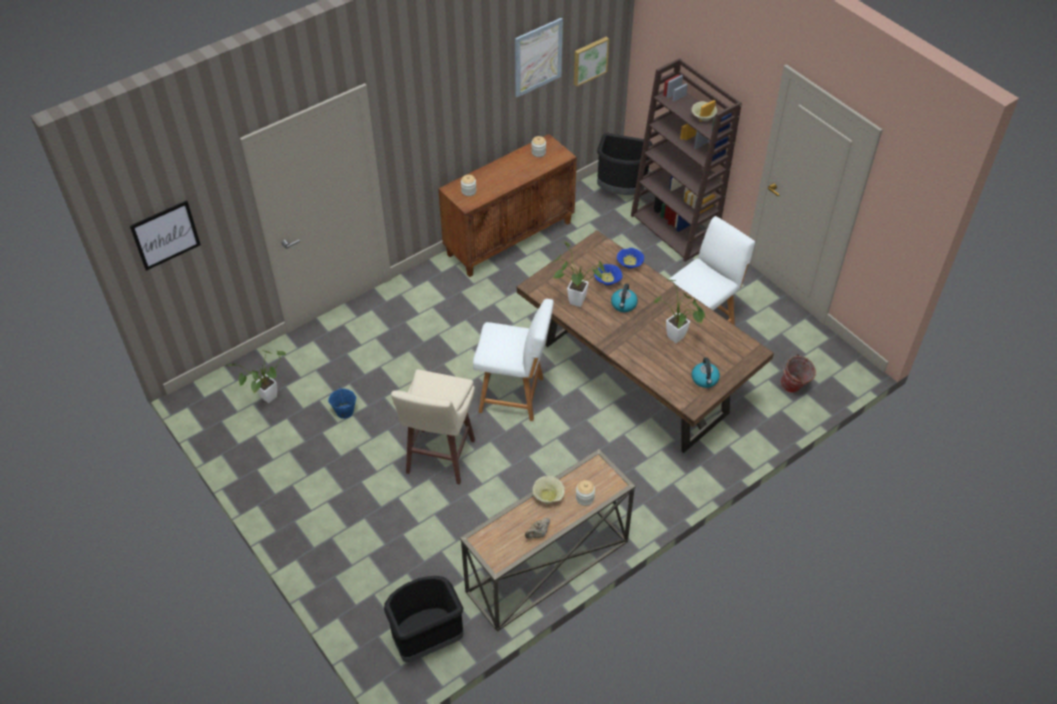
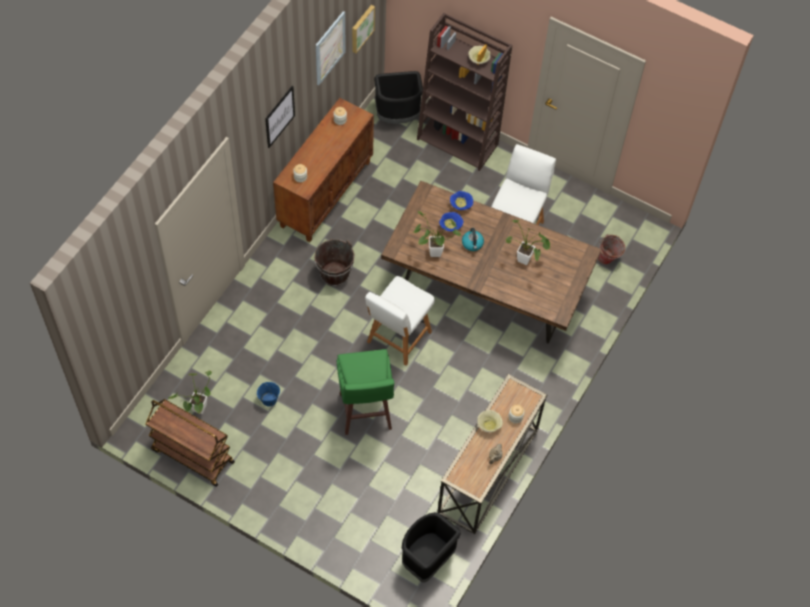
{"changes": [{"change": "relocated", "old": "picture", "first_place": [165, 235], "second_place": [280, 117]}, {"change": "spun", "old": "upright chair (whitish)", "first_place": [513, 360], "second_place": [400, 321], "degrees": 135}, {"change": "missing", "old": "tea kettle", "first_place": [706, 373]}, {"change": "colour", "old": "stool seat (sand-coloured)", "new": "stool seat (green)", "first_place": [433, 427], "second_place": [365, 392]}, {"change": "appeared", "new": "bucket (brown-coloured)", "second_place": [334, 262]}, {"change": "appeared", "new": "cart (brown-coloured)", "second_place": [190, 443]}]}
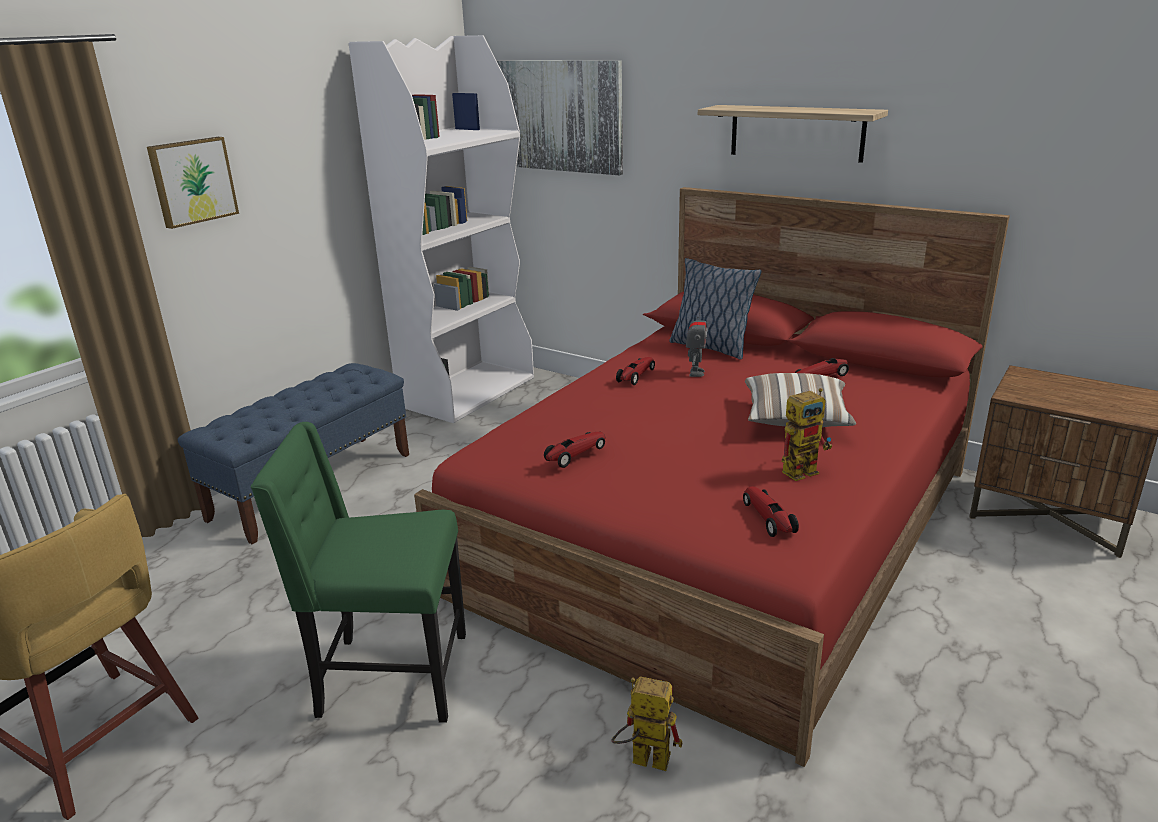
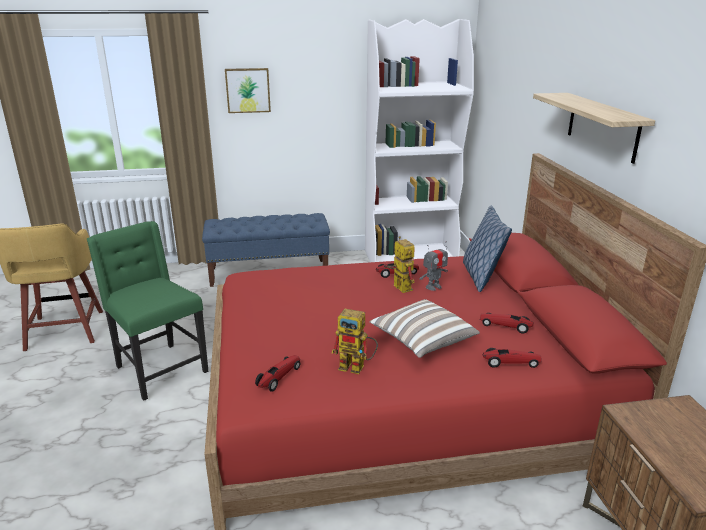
{"changes": [{"change": "missing", "old": "picture", "first_place": [560, 117]}, {"change": "relocated", "old": "miniature car", "first_place": [575, 450], "second_place": [512, 358]}, {"change": "relocated", "old": "toy robot", "first_place": [647, 724], "second_place": [399, 264]}]}
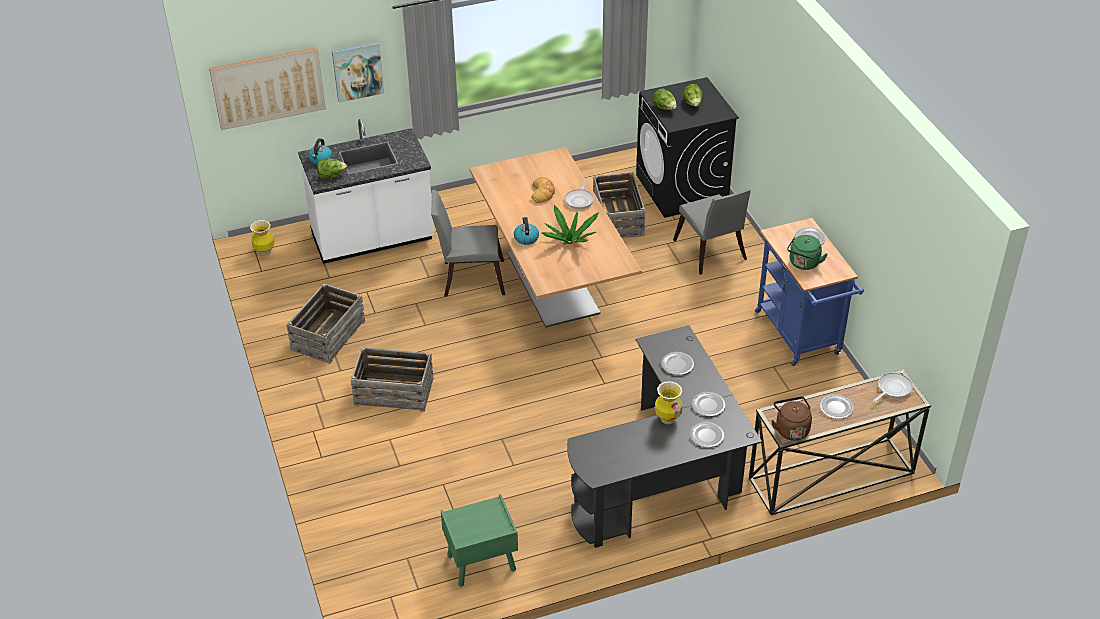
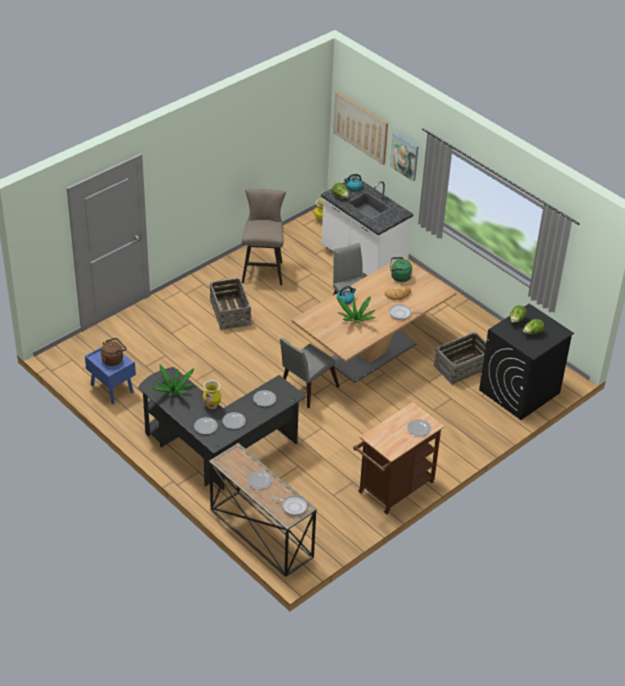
{"changes": [{"change": "relocated", "old": "upright chair (greyish)", "first_place": [712, 232], "second_place": [310, 373]}, {"change": "colour", "old": "cart (bluish)", "new": "cart (brown-coloured)", "first_place": [809, 292], "second_place": [398, 458]}, {"change": "relocated", "old": "tea kettle (green)", "first_place": [807, 252], "second_place": [401, 269]}, {"change": "exchanged", "old": "crate", "new": "stool seat (sand-coloured)", "first_place": [326, 323], "second_place": [264, 237]}, {"change": "relocated", "old": "tea kettle (brown-coloured)", "first_place": [791, 418], "second_place": [114, 352]}, {"change": "colour", "old": "bedside table (green)", "new": "bedside table (bluish)", "first_place": [479, 540], "second_place": [110, 375]}, {"change": "appeared", "new": "potted plant", "second_place": [173, 380]}]}
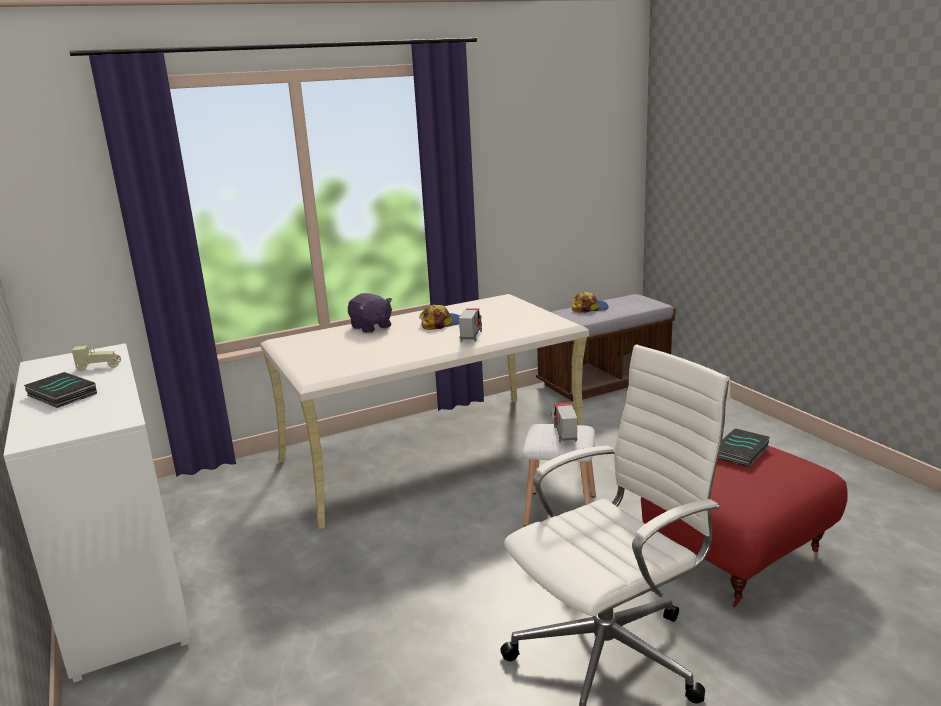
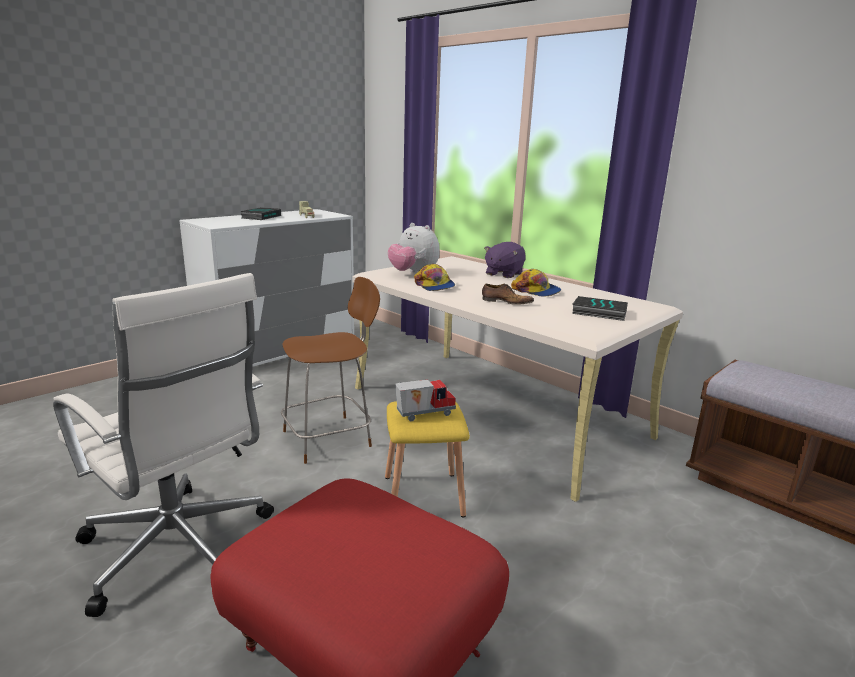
{"changes": [{"change": "relocated", "old": "peaked cap", "first_place": [589, 302], "second_place": [434, 277]}, {"change": "exchanged", "old": "toy truck", "new": "shoe", "first_place": [470, 325], "second_place": [508, 294]}, {"change": "colour", "old": "stool seat (whitish)", "new": "stool seat (yellowish)", "first_place": [559, 475], "second_place": [427, 459]}, {"change": "relocated", "old": "volume", "first_place": [744, 447], "second_place": [600, 308]}, {"change": "appeared", "new": "cuddly toy", "second_place": [414, 248]}, {"change": "appeared", "new": "upright chair (brown-coloured)", "second_place": [330, 370]}]}
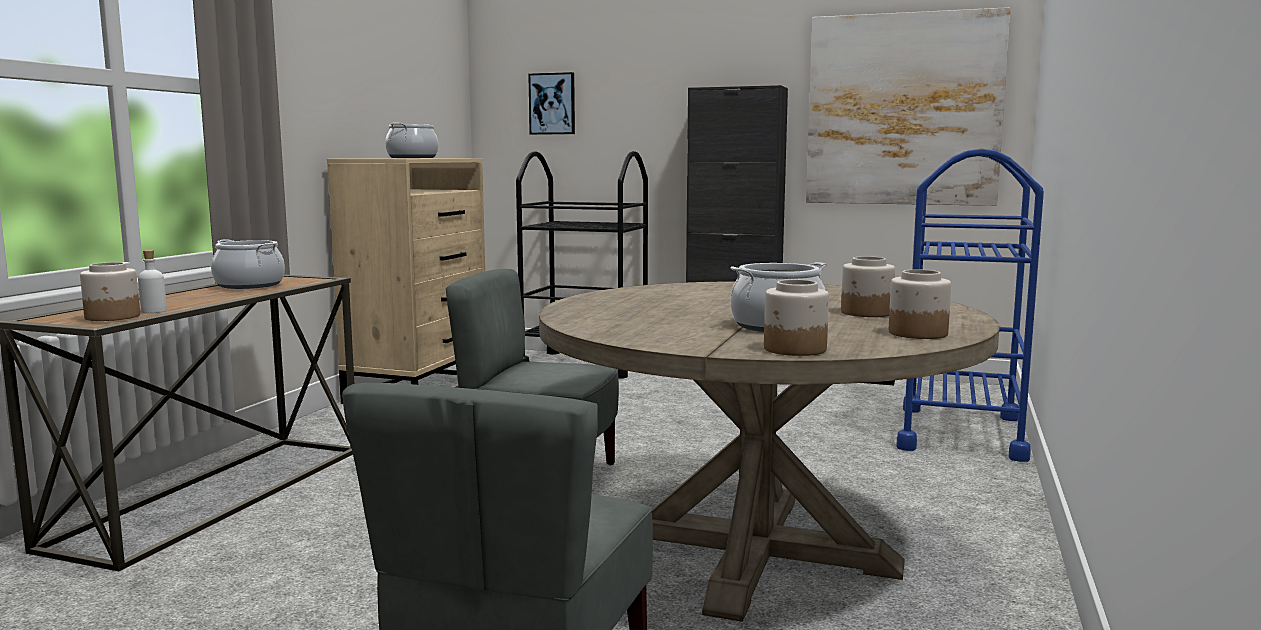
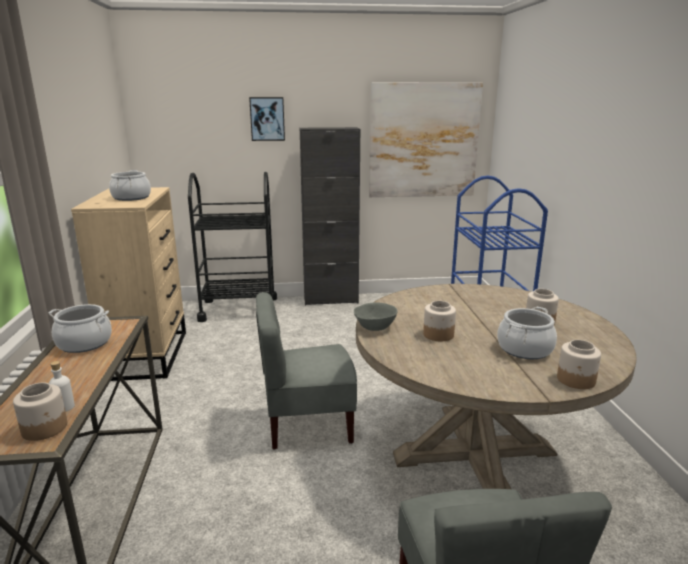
{"changes": [{"change": "relocated", "old": "picture", "first_place": [551, 103], "second_place": [267, 119]}, {"change": "relocated", "old": "preserve jar", "first_place": [920, 304], "second_place": [439, 321]}, {"change": "appeared", "new": "serving bowl (greyish)", "second_place": [376, 317]}]}
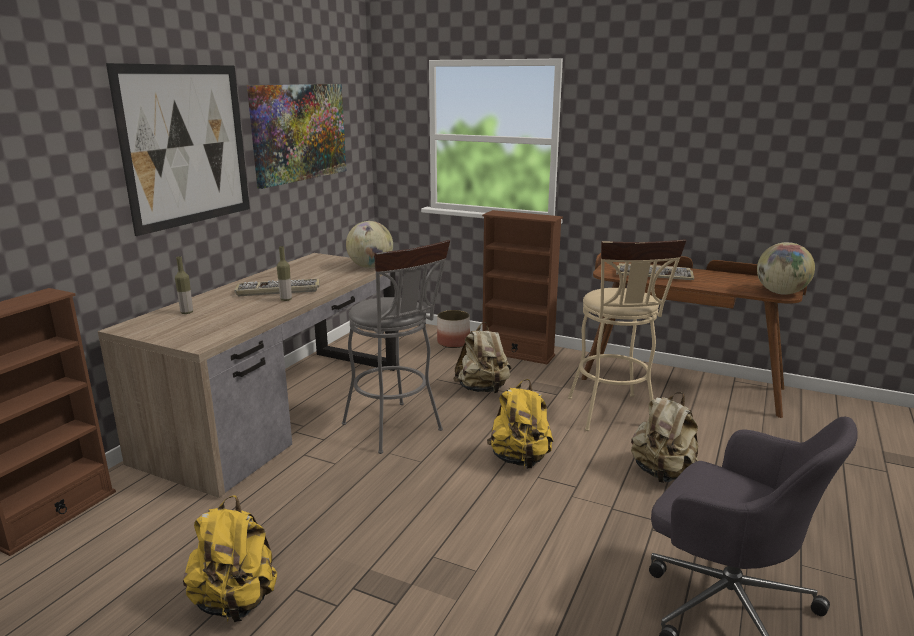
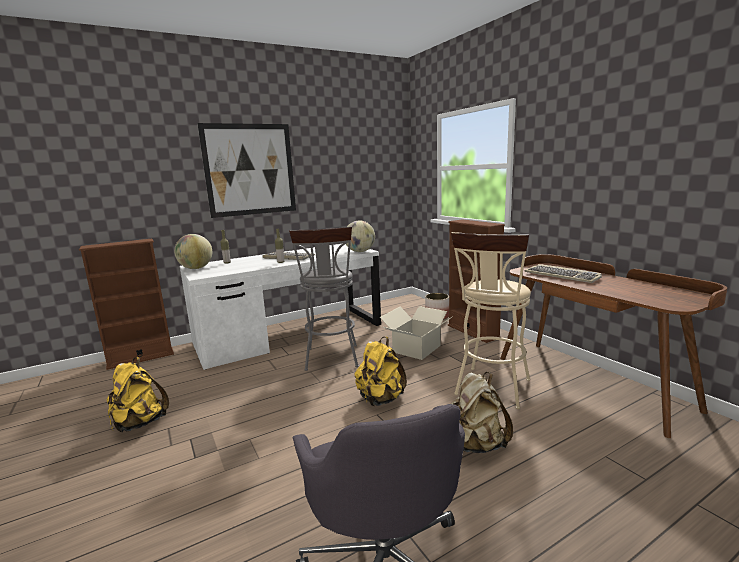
{"changes": [{"change": "missing", "old": "picture", "first_place": [297, 136]}, {"change": "relocated", "old": "globe", "first_place": [786, 268], "second_place": [193, 251]}, {"change": "colour", "old": "desk unit (brown-coloured)", "new": "desk unit (whitish)", "first_place": [247, 375], "second_place": [280, 307]}, {"change": "exchanged", "old": "rucksack (sand-coloured)", "new": "packing box", "first_place": [482, 357], "second_place": [416, 333]}]}
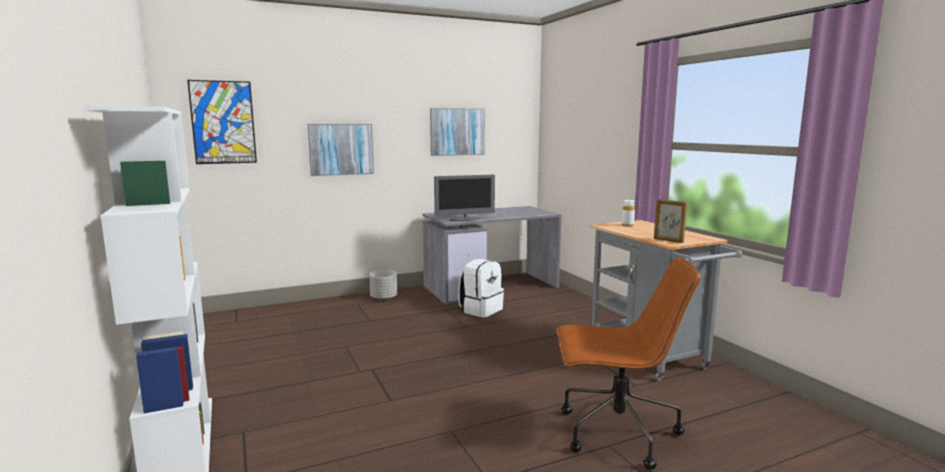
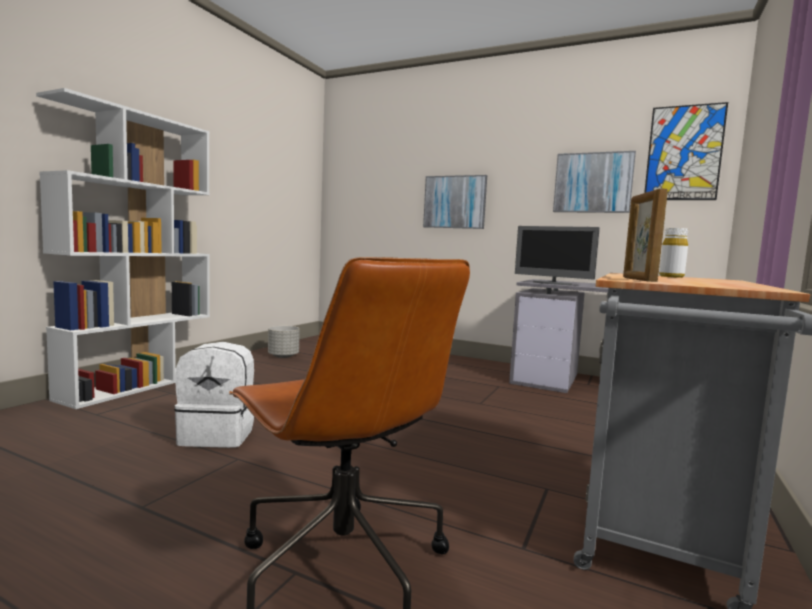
{"changes": [{"change": "relocated", "old": "picture", "first_place": [222, 122], "second_place": [686, 151]}, {"change": "relocated", "old": "rucksack (whitish)", "first_place": [481, 288], "second_place": [214, 395]}, {"change": "relocated", "old": "plant pot (greyish)", "first_place": [383, 285], "second_place": [284, 342]}]}
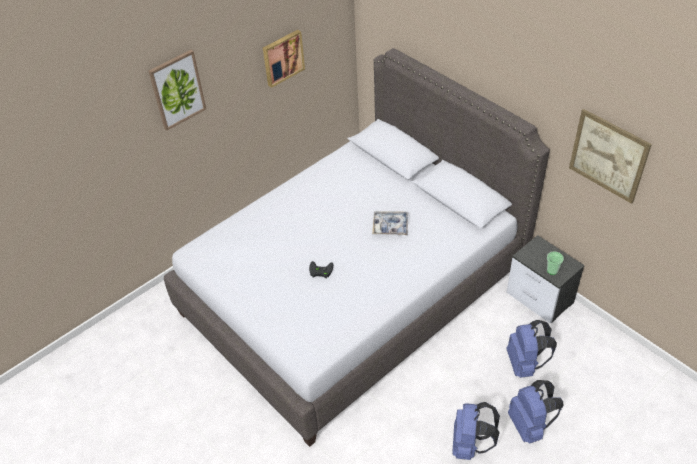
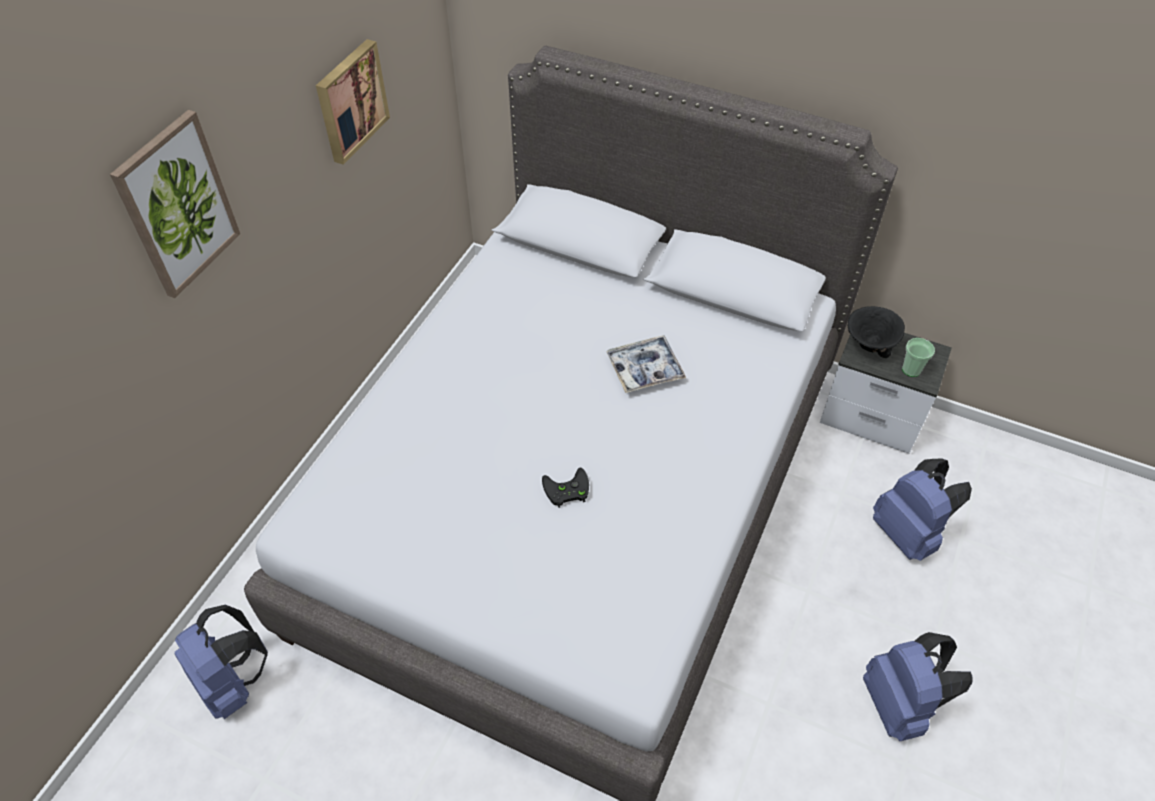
{"changes": [{"change": "missing", "old": "picture", "first_place": [610, 156]}, {"change": "relocated", "old": "rucksack (bluish)", "first_place": [535, 412], "second_place": [221, 662]}, {"change": "appeared", "new": "serving bowl (black)", "second_place": [876, 332]}]}
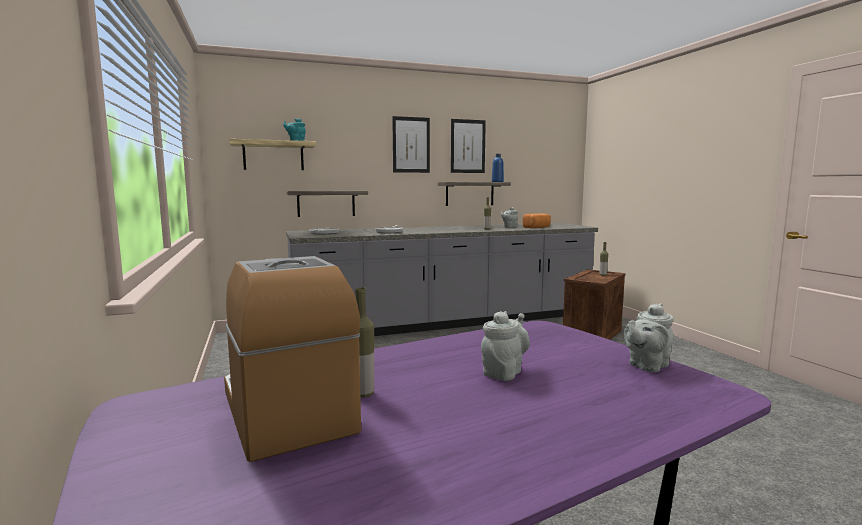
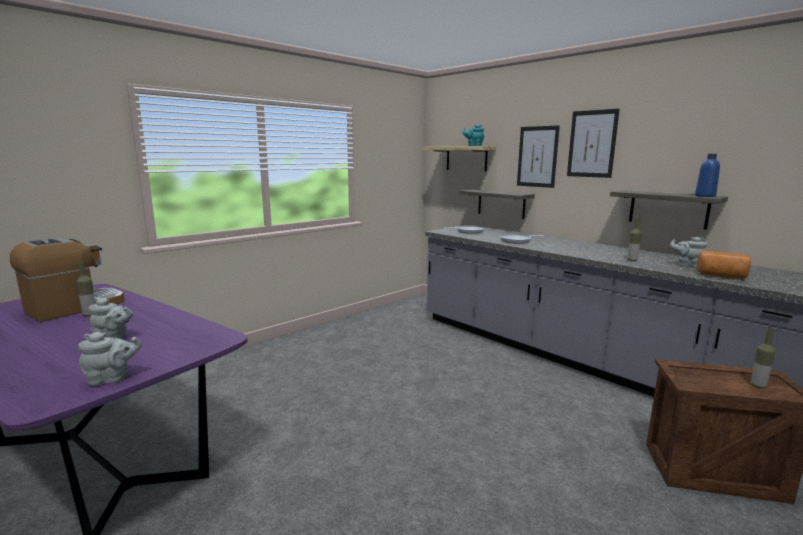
{"changes": [{"change": "relocated", "old": "picture", "first_place": [468, 146], "second_place": [538, 156]}, {"change": "spun", "old": "tea pot (greyish)", "first_place": [649, 337], "second_place": [110, 359], "degrees": 135}]}
